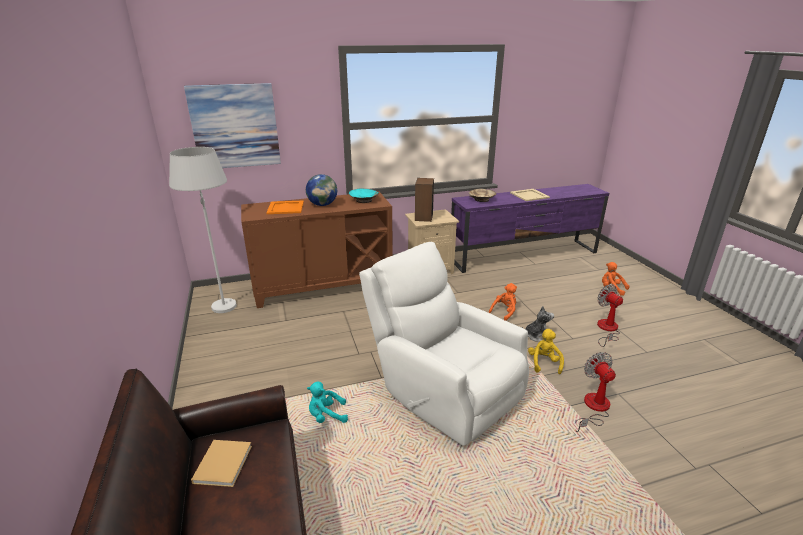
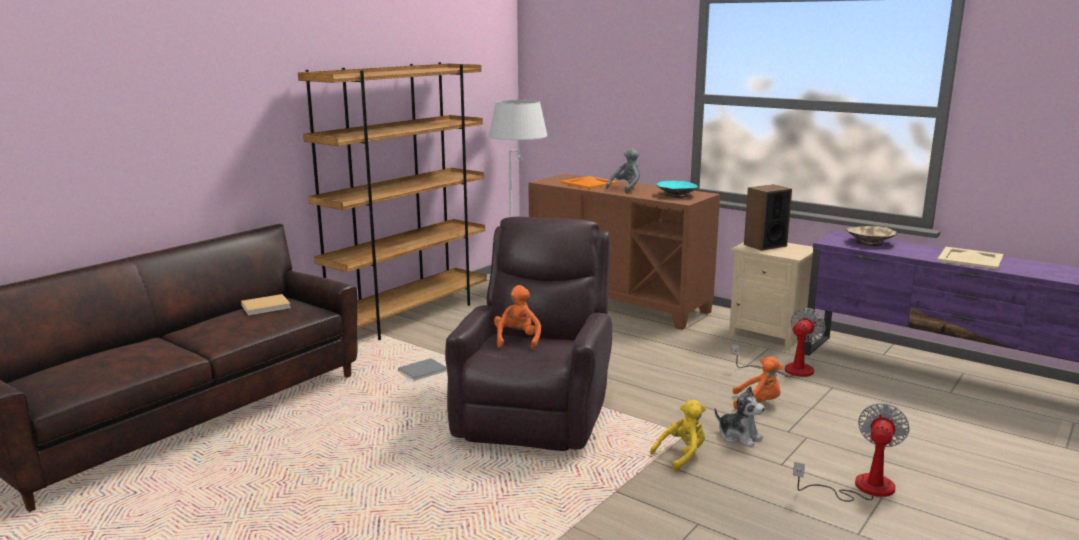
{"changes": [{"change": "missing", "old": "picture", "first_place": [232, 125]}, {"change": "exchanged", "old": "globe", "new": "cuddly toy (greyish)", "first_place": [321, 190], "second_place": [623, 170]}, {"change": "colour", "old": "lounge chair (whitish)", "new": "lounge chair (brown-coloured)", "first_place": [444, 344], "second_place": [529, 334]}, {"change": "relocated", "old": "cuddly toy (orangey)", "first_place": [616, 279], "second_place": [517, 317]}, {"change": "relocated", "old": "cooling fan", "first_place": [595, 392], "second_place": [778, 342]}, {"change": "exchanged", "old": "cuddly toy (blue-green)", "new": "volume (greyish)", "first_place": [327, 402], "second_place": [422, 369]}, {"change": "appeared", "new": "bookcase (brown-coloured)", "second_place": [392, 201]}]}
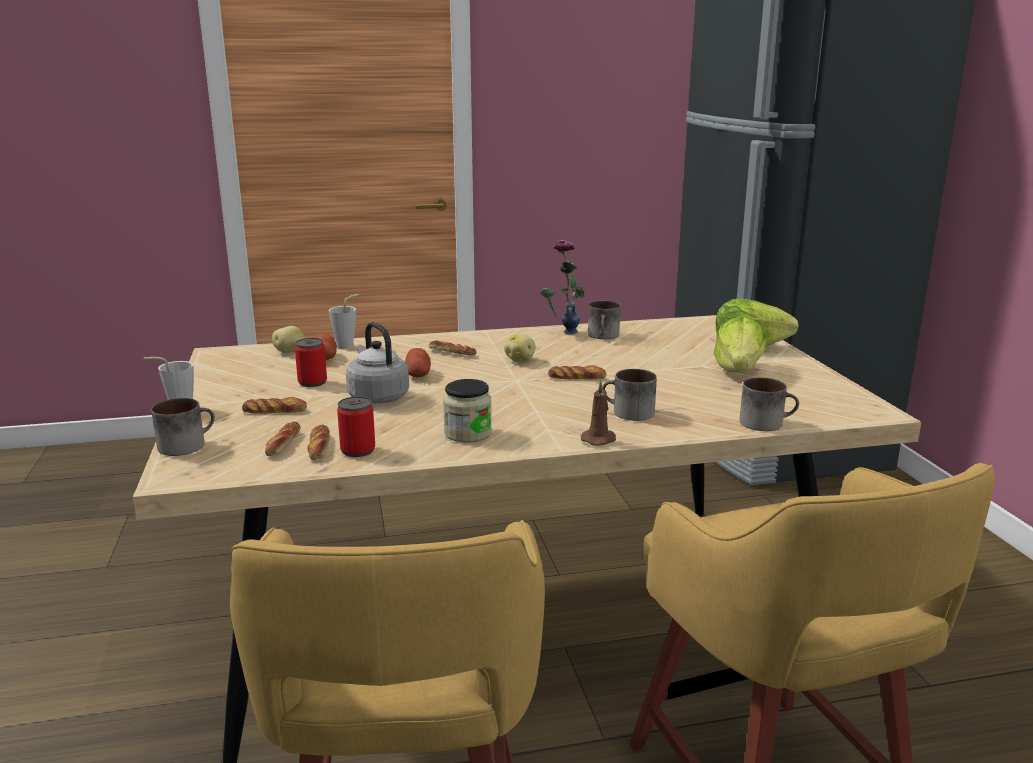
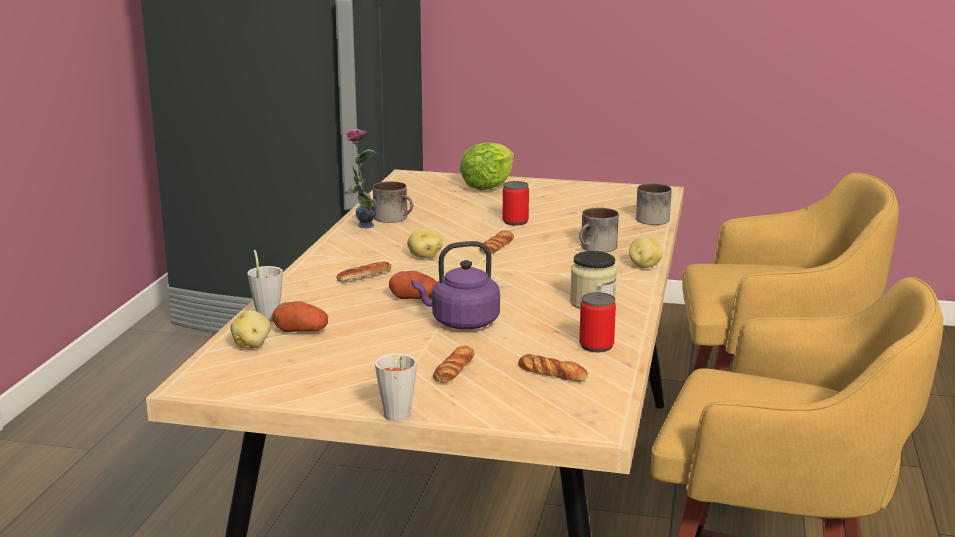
{"changes": [{"change": "missing", "old": "lettuce head", "first_place": [740, 344]}, {"change": "colour", "old": "tea kettle (greyish)", "new": "tea kettle (purple-coloured)", "first_place": [377, 363], "second_place": [455, 285]}, {"change": "relocated", "old": "metal can", "first_place": [311, 362], "second_place": [516, 203]}, {"change": "exchanged", "old": "wax candle (brown-coloured)", "new": "potato", "first_place": [598, 413], "second_place": [646, 252]}, {"change": "missing", "old": "mug", "first_place": [183, 427]}, {"change": "missing", "old": "baked bread", "first_place": [318, 442]}]}
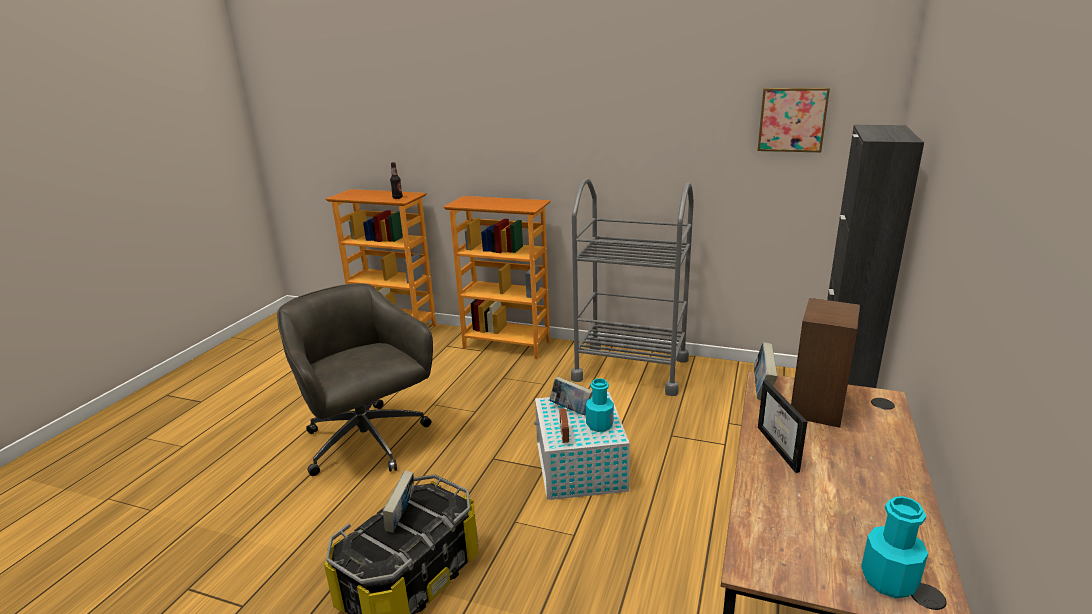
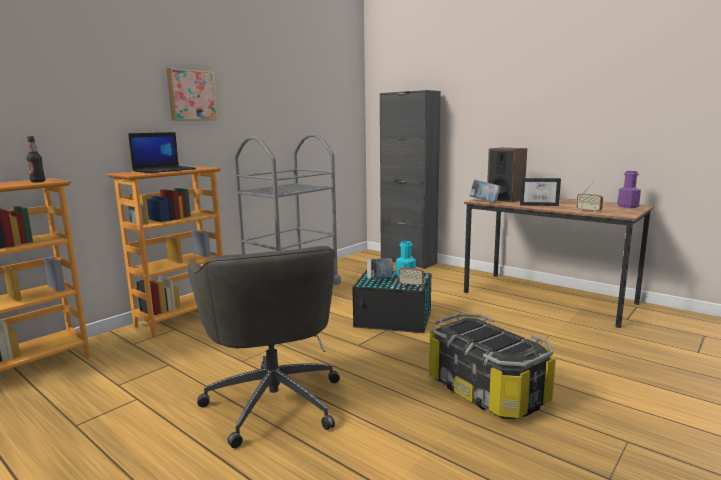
{"changes": [{"change": "relocated", "old": "picture", "first_place": [794, 120], "second_place": [192, 94]}, {"change": "spun", "old": "desk chair (greyish)", "first_place": [355, 379], "second_place": [264, 347], "degrees": -90}, {"change": "colour", "old": "storage bin (whitish)", "new": "storage bin (black)", "first_place": [582, 446], "second_place": [391, 301]}, {"change": "missing", "old": "volume", "first_place": [398, 502]}, {"change": "colour", "old": "bottle (blue-green)", "new": "bottle (purple-coloured)", "first_place": [894, 547], "second_place": [629, 189]}, {"change": "appeared", "new": "notebook computer", "second_place": [162, 152]}, {"change": "appeared", "new": "radio receiver", "second_place": [589, 197]}]}
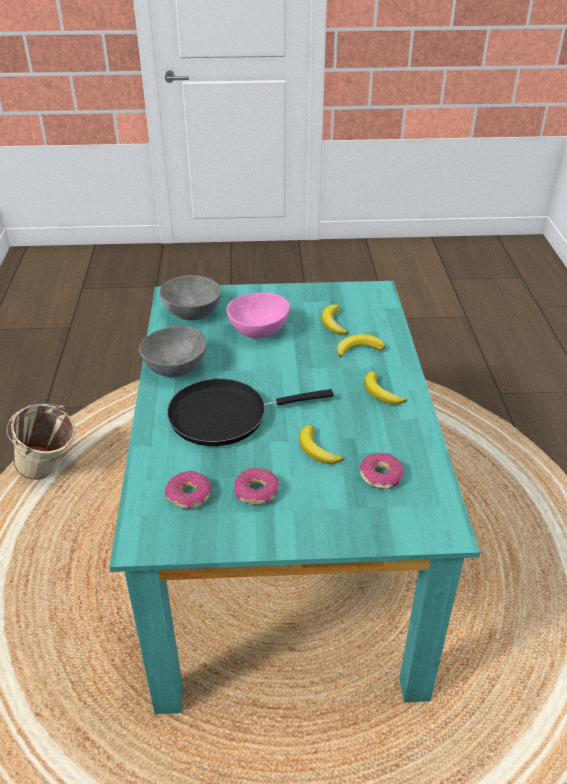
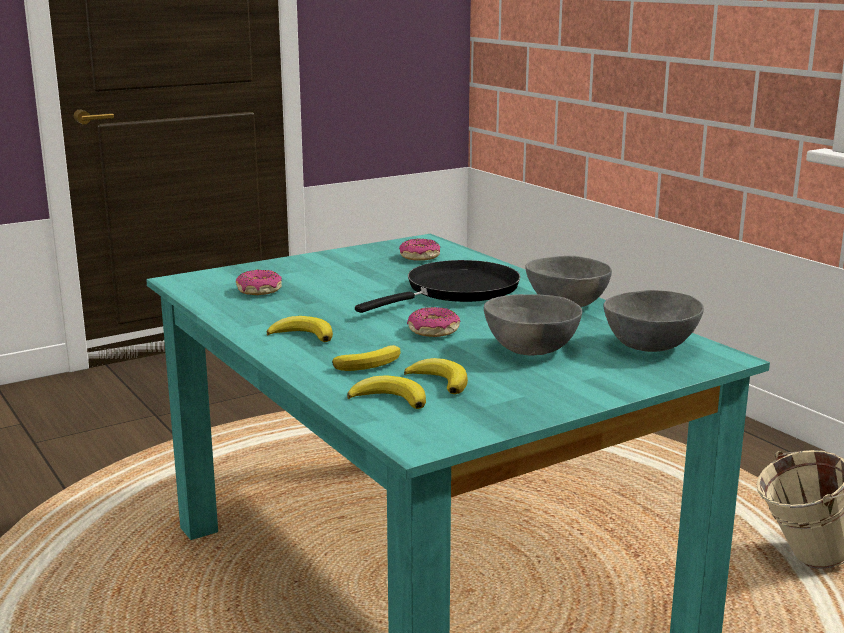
{"changes": [{"change": "colour", "old": "serving bowl (pinkish)", "new": "serving bowl (greyish)", "first_place": [258, 315], "second_place": [533, 324]}, {"change": "relocated", "old": "banana", "first_place": [321, 444], "second_place": [386, 392]}, {"change": "relocated", "old": "ring doughnut", "first_place": [256, 486], "second_place": [433, 322]}]}
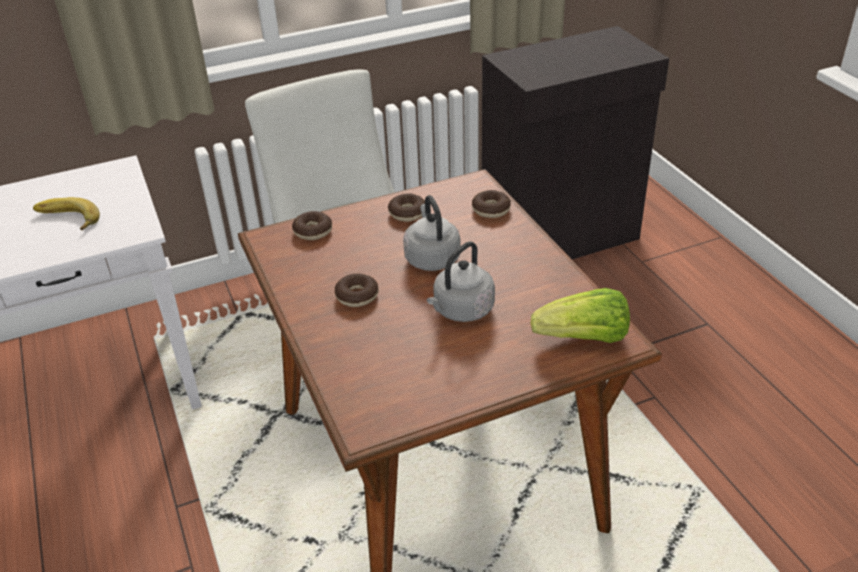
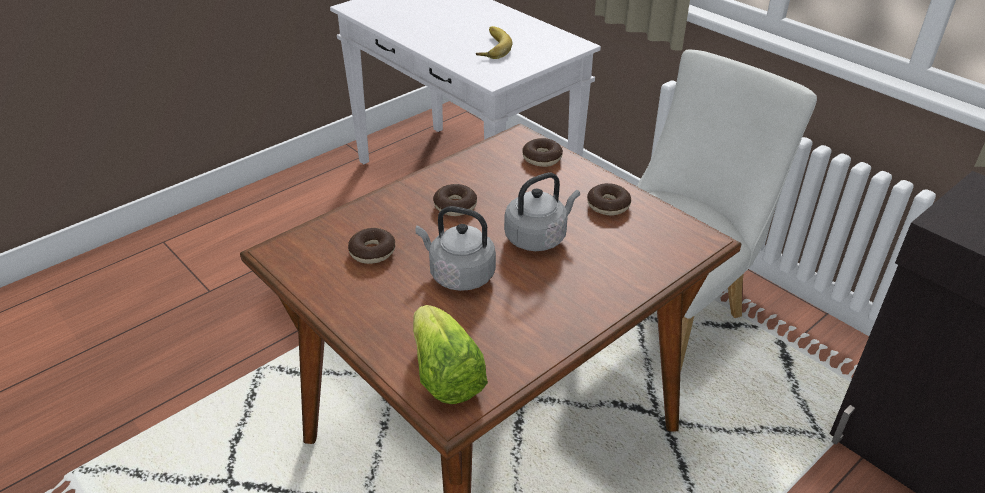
{"changes": [{"change": "relocated", "old": "ring doughnut", "first_place": [491, 204], "second_place": [371, 246]}]}
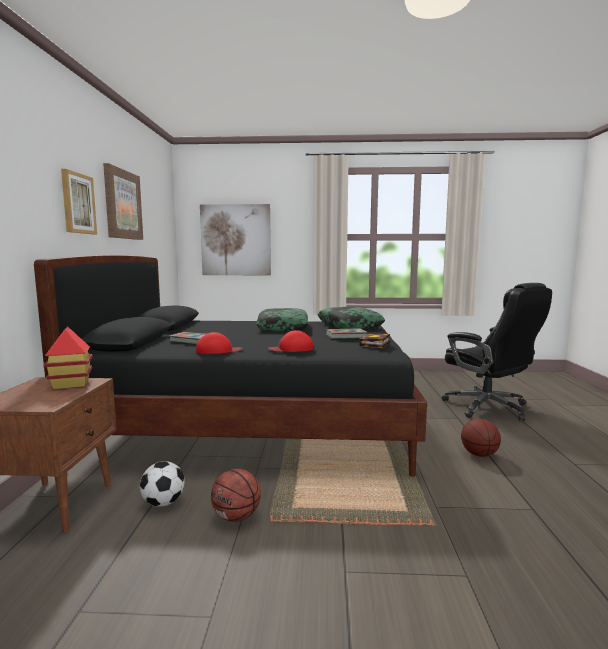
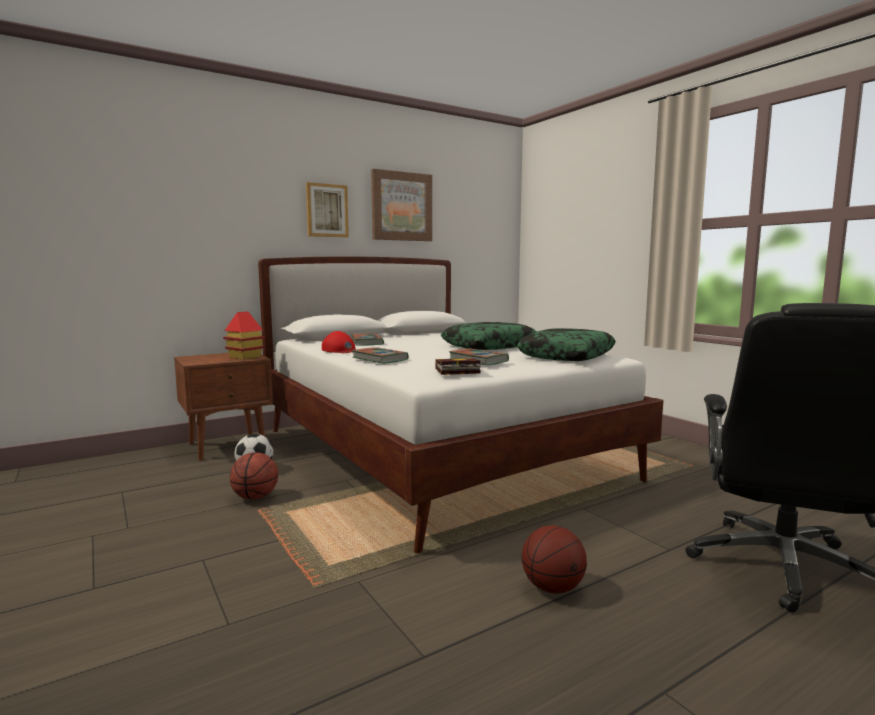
{"changes": [{"change": "missing", "old": "picture", "first_place": [235, 239]}, {"change": "colour", "old": "bedroom bed (black)", "new": "bedroom bed (whitish)", "first_place": [230, 366], "second_place": [461, 405]}, {"change": "exchanged", "old": "peaked cap (red-coloured)", "new": "volume", "first_place": [290, 341], "second_place": [380, 355]}]}
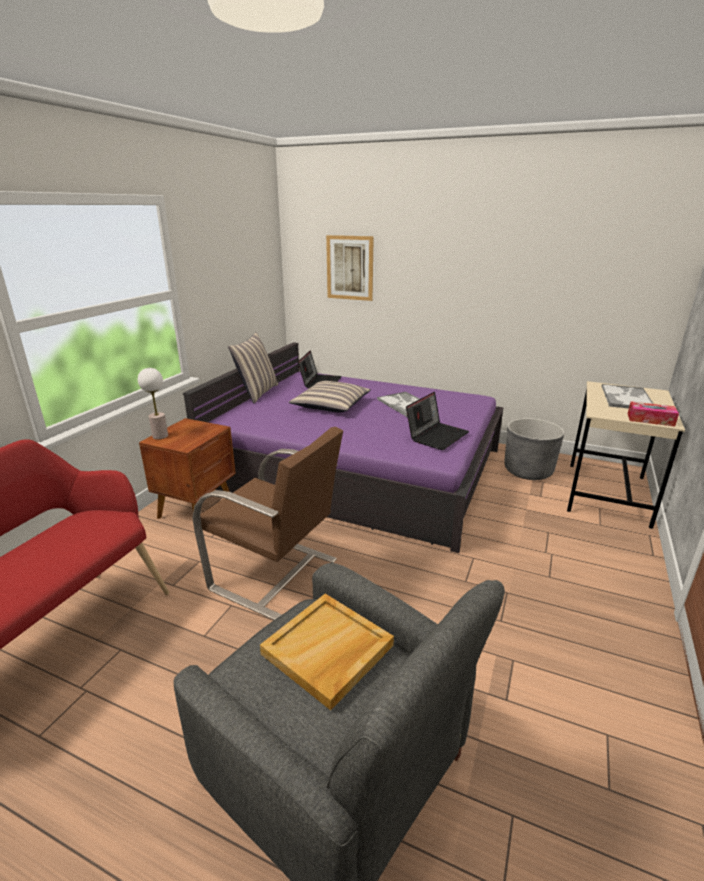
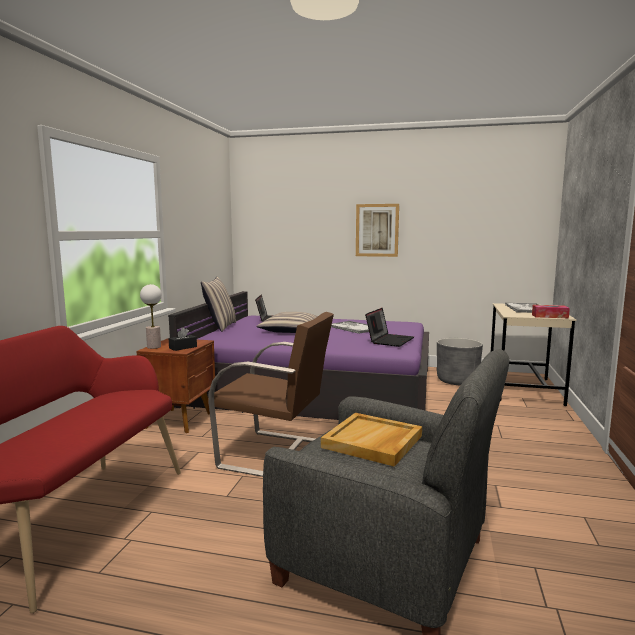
{"changes": [{"change": "relocated", "old": "picture", "first_place": [350, 268], "second_place": [377, 230]}, {"change": "appeared", "new": "tissue holder (black)", "second_place": [182, 339]}]}
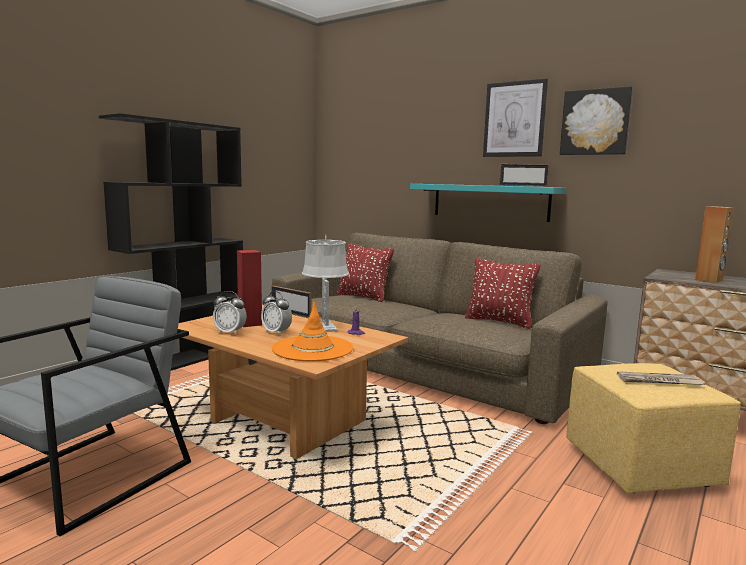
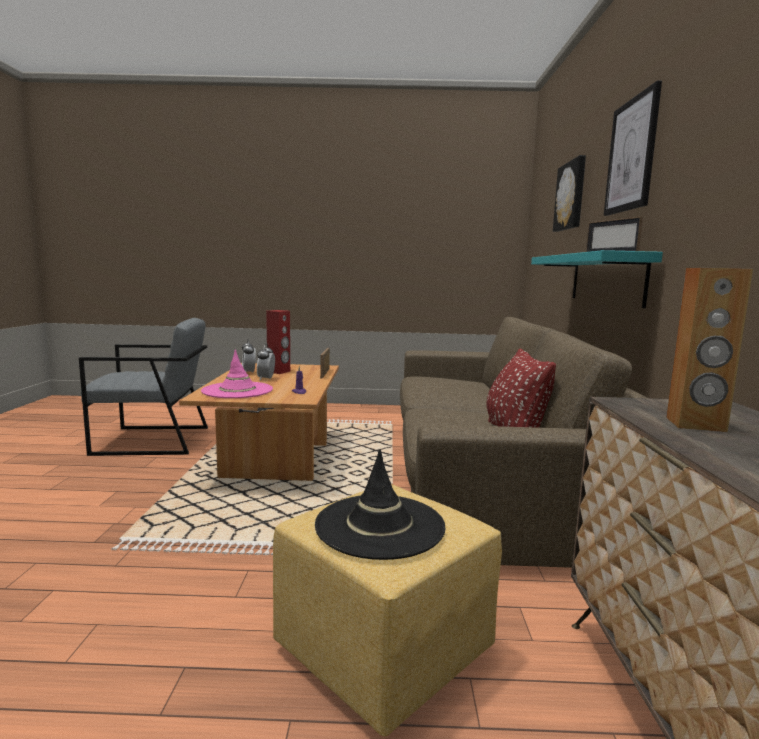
{"changes": [{"change": "relocated", "old": "picture", "first_place": [596, 120], "second_place": [569, 193]}, {"change": "missing", "old": "bookcase (black)", "first_place": [171, 241]}, {"change": "missing", "old": "table lamp (greyish)", "first_place": [325, 283]}, {"change": "missing", "old": "throw pillow (red-coloured)", "first_place": [365, 273]}, {"change": "colour", "old": "wearable hat (orangey)", "new": "wearable hat (pinkish)", "first_place": [312, 331], "second_place": [237, 373]}, {"change": "exchanged", "old": "daily paper", "new": "wearable hat (black)", "first_place": [661, 378], "second_place": [380, 504]}]}
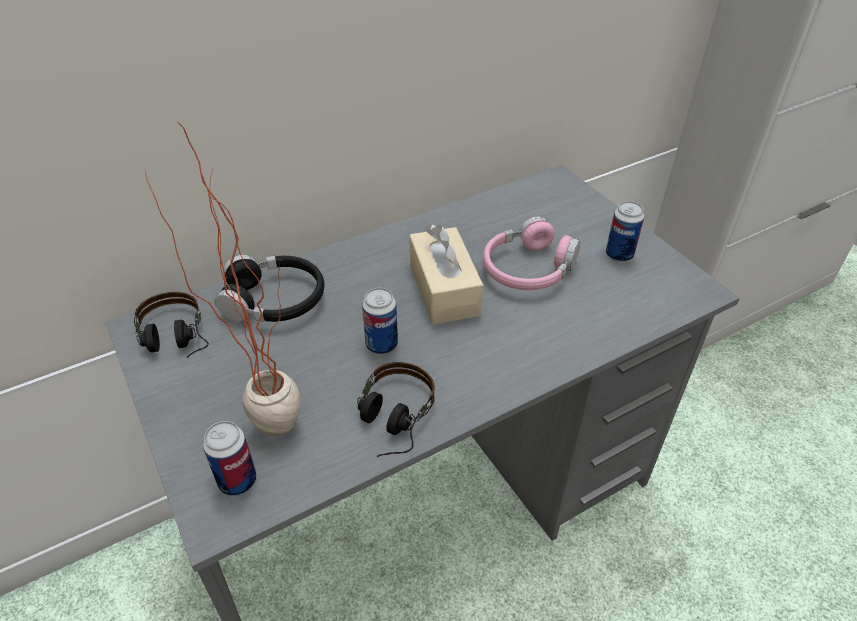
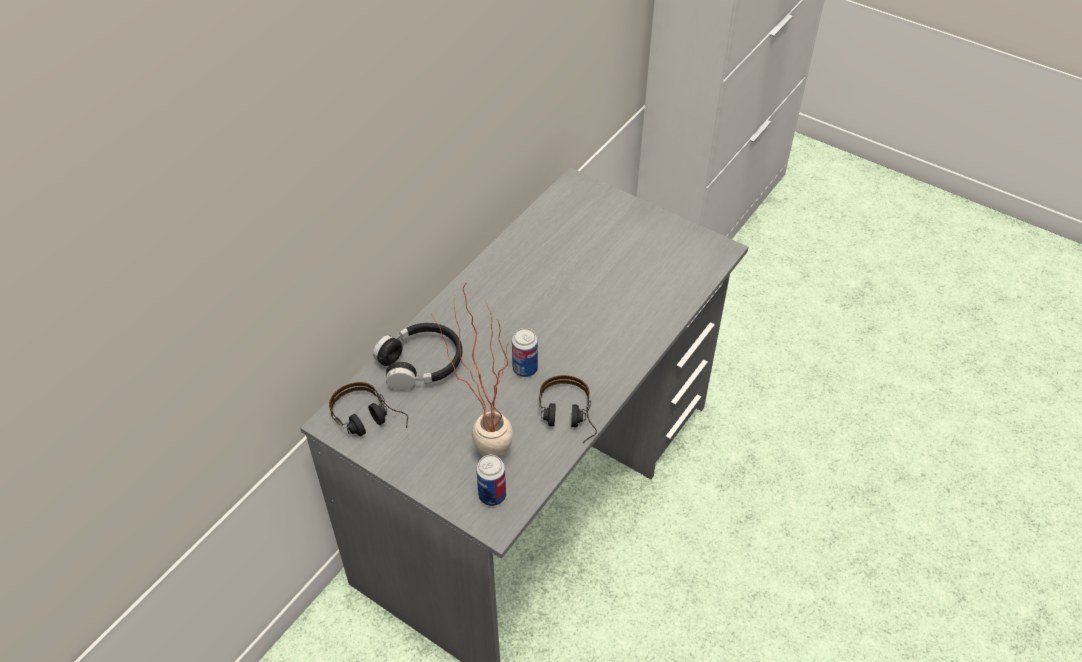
{"changes": [{"change": "missing", "old": "metal can", "first_place": [625, 231]}, {"change": "missing", "old": "headphones (pinkish)", "first_place": [532, 253]}, {"change": "missing", "old": "tissue holder (sand-coloured)", "first_place": [446, 274]}]}
